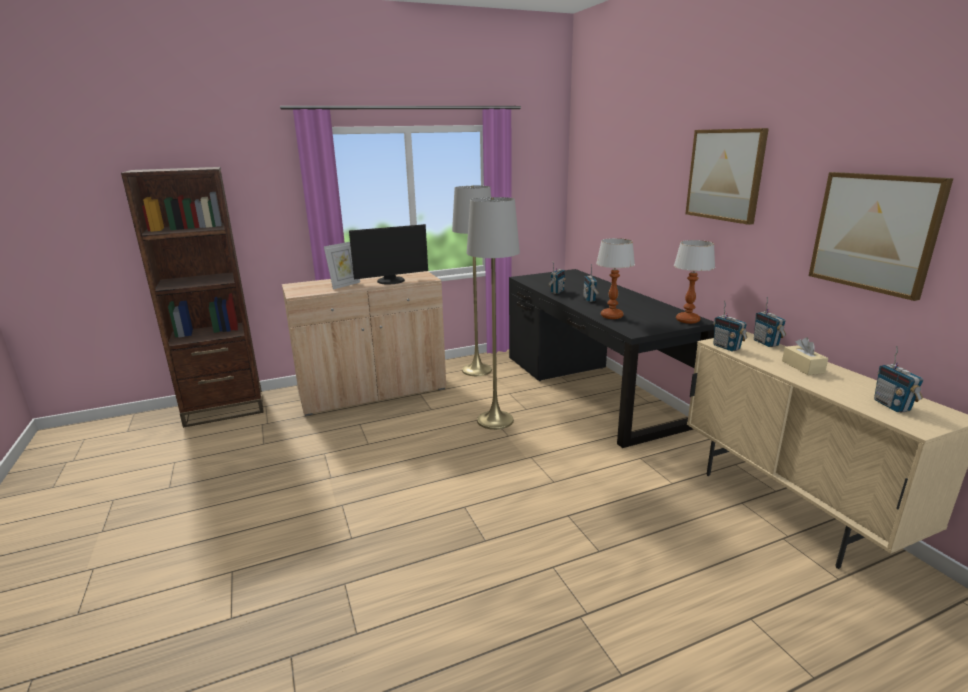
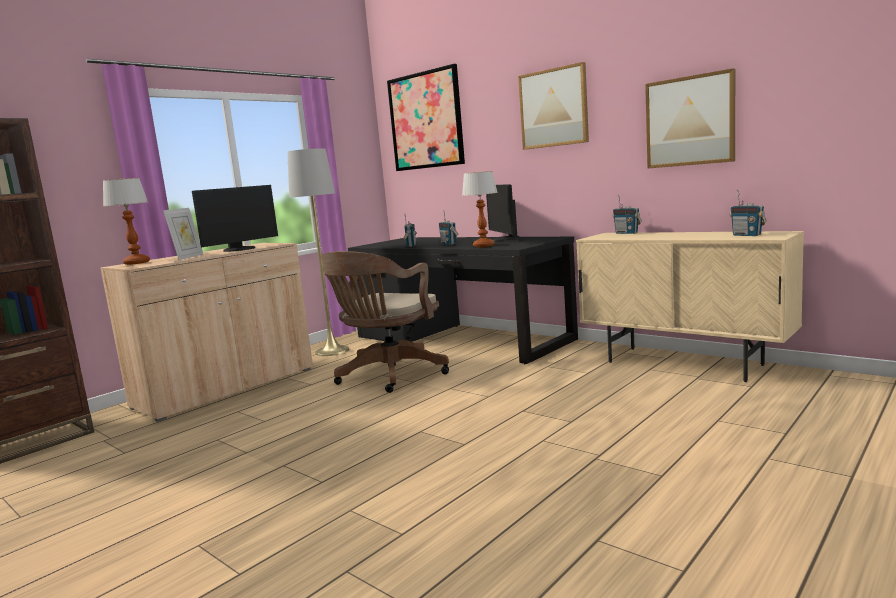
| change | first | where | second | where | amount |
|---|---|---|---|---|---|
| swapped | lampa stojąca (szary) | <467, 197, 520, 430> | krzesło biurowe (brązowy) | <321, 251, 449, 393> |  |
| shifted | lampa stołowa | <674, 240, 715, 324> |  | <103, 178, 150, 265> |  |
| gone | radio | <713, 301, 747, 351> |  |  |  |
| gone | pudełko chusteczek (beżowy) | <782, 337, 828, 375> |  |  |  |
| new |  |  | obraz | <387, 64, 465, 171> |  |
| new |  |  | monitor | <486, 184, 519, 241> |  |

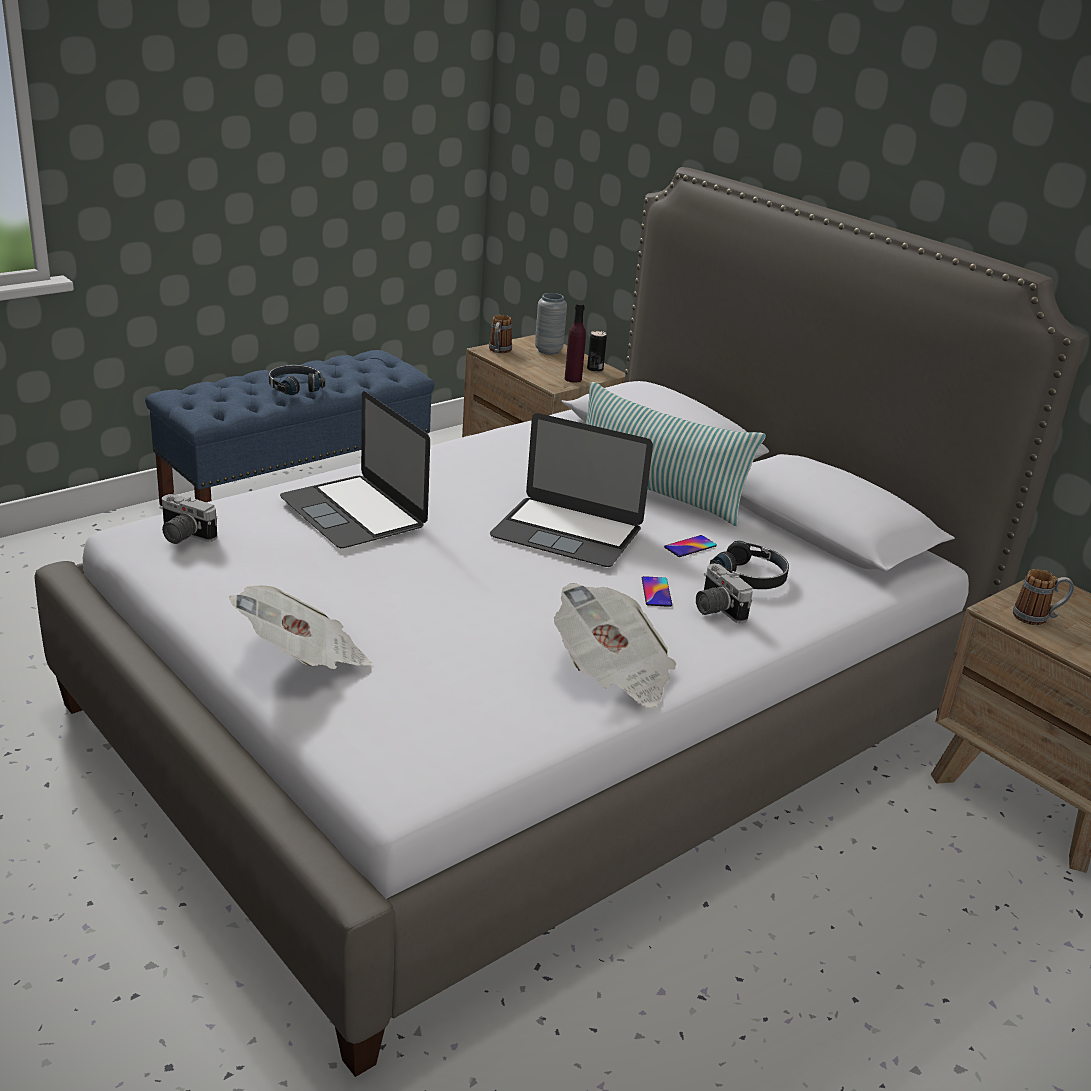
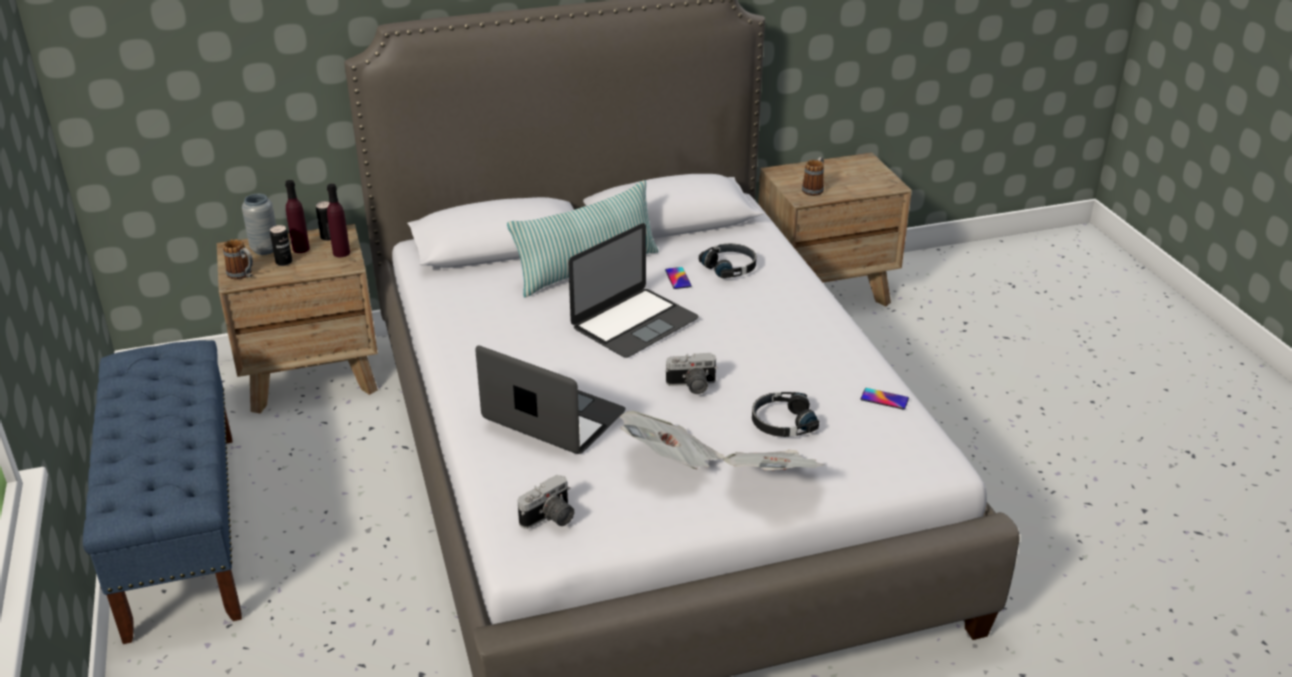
| change | first | where | second | where | amount |
|---|---|---|---|---|---|
| shifted | słuchawki (czarny) | <269, 365, 325, 395> |  | <752, 392, 819, 437> |  |
| rotated | laptop | <280, 391, 430, 548> |  | <475, 346, 626, 454> | 135 degrees counterclockwise |
| shifted | gazeta | <554, 583, 676, 708> |  | <620, 411, 724, 469> |  |
| shifted | telefon | <642, 576, 672, 607> |  | <861, 388, 909, 410> |  |
| shifted | aparat fotograficzny | <696, 564, 753, 623> |  | <665, 353, 718, 394> |  |
| new |  |  | puszka | <270, 225, 292, 266> |  |
| new |  |  | butelka (fioletowy) | <285, 180, 310, 253> |  |

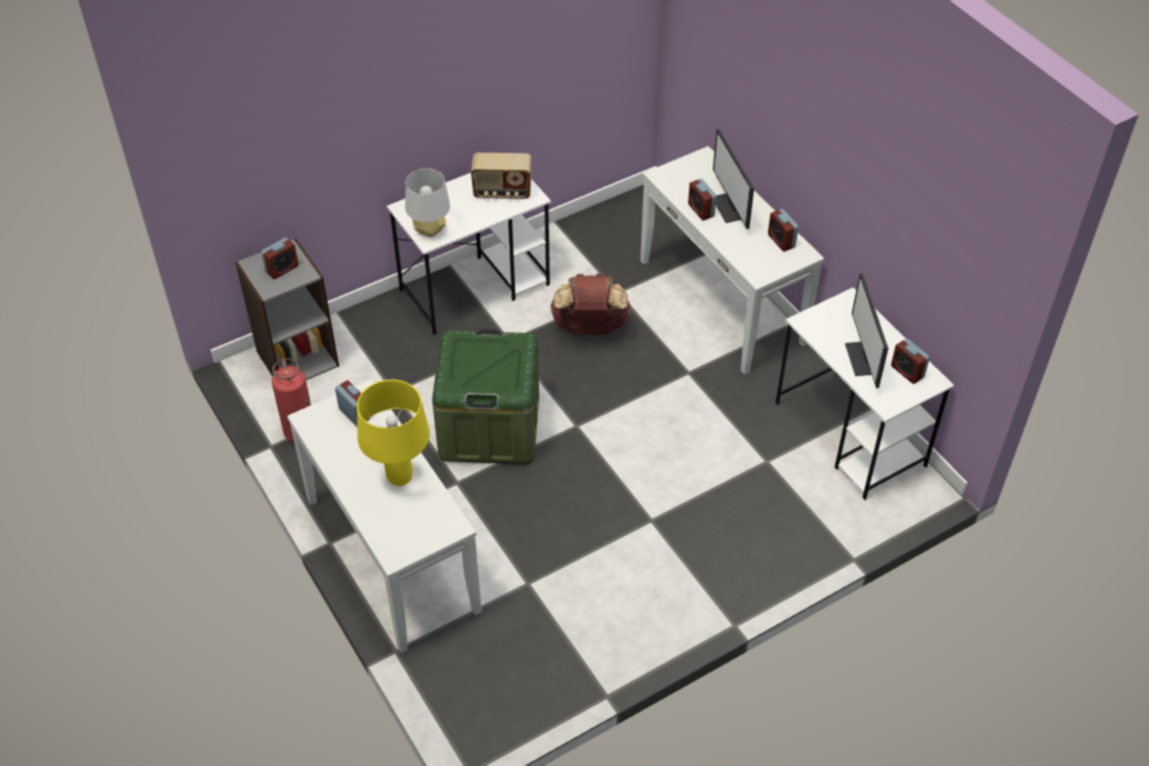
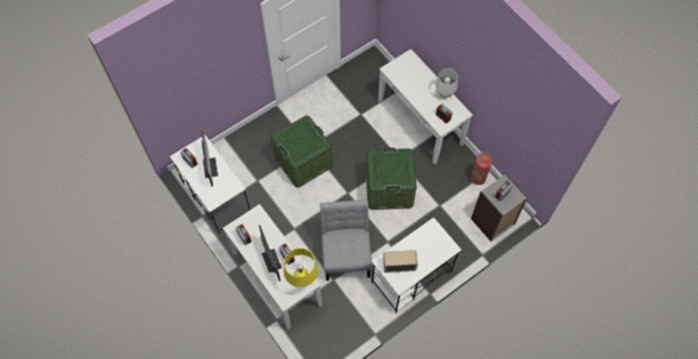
| change | first | where | second | where | amount |
|---|---|---|---|---|---|
| shifted | lampa stołowa (żółty) | <357, 380, 430, 486> |  | <284, 248, 318, 287> |  |
| shifted | lampa stołowa (szary) | <405, 168, 450, 238> |  | <435, 68, 458, 98> |  |
| swapped | plecak (brązowy) | <551, 273, 631, 335> | krzesło (szary) | <320, 200, 372, 281> |  |
| new |  |  | pojemnik do przechowywania (zielony) | <271, 115, 333, 188> |  |

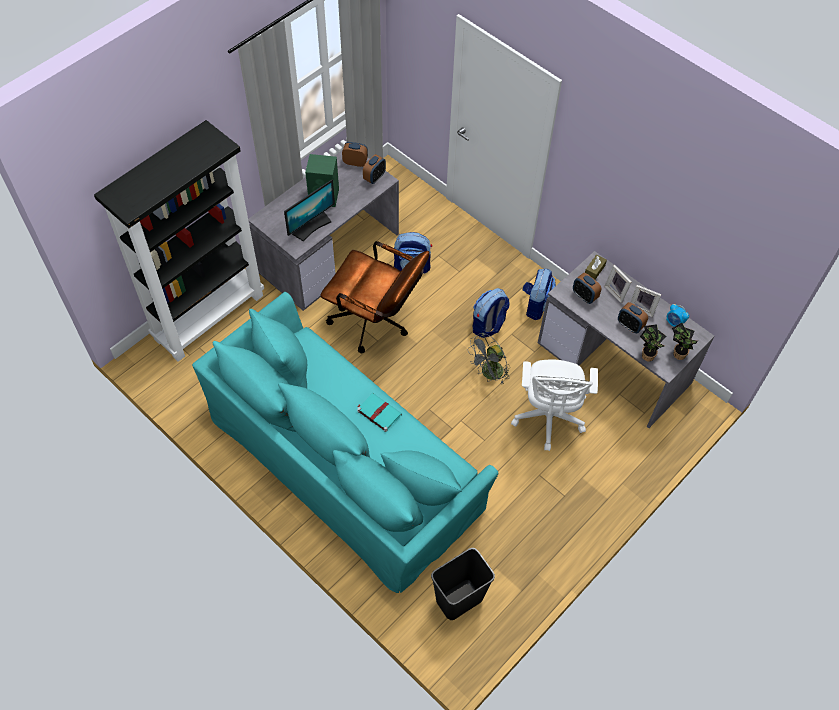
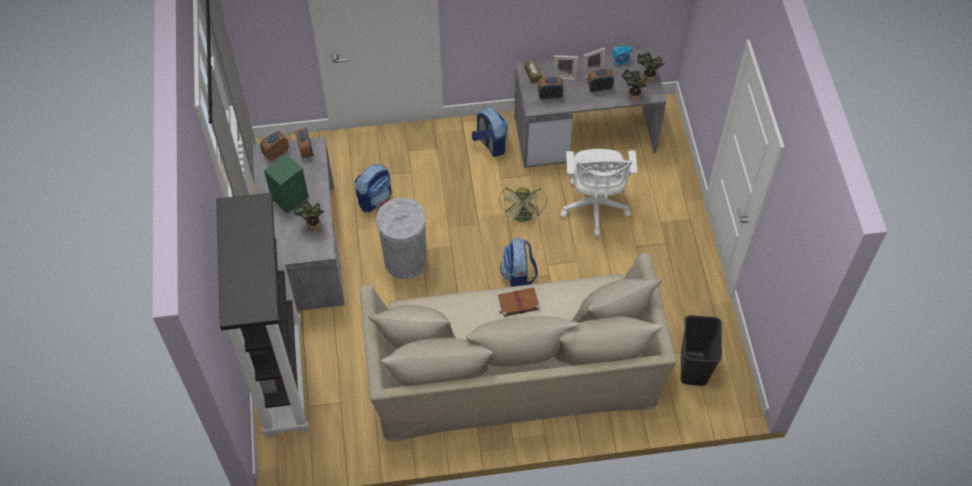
| change | first | where | second | where | amount |
|---|---|---|---|---|---|
| repainted | kanapa (turkusowy) | <192, 292, 499, 593> | kanapa (beżowy) | <360, 253, 677, 441> |  |
| swapped | monitor | <284, 179, 335, 242> | roślina doniczkowa | <294, 200, 324, 231> |  |
| swapped | krzesło biurowe (brązowy) | <320, 241, 430, 353> | kosz na śmieci (szary) | <376, 198, 426, 279> |  |
| repainted | książka (turkusowy) | <357, 393, 402, 432> | książka (brązowy) | <498, 288, 540, 317> |  |
| repainted | wentylator (szary) | <467, 333, 510, 385> | wentylator (zielony) | <499, 183, 547, 223> |  |
| shifted | plecak | <473, 288, 510, 338> |  | <500, 238, 538, 287> |  |
| rotated | krzesło biurowe (biały) | <511, 360, 598, 451> |  | <560, 149, 637, 236> | 45 degrees clockwise |

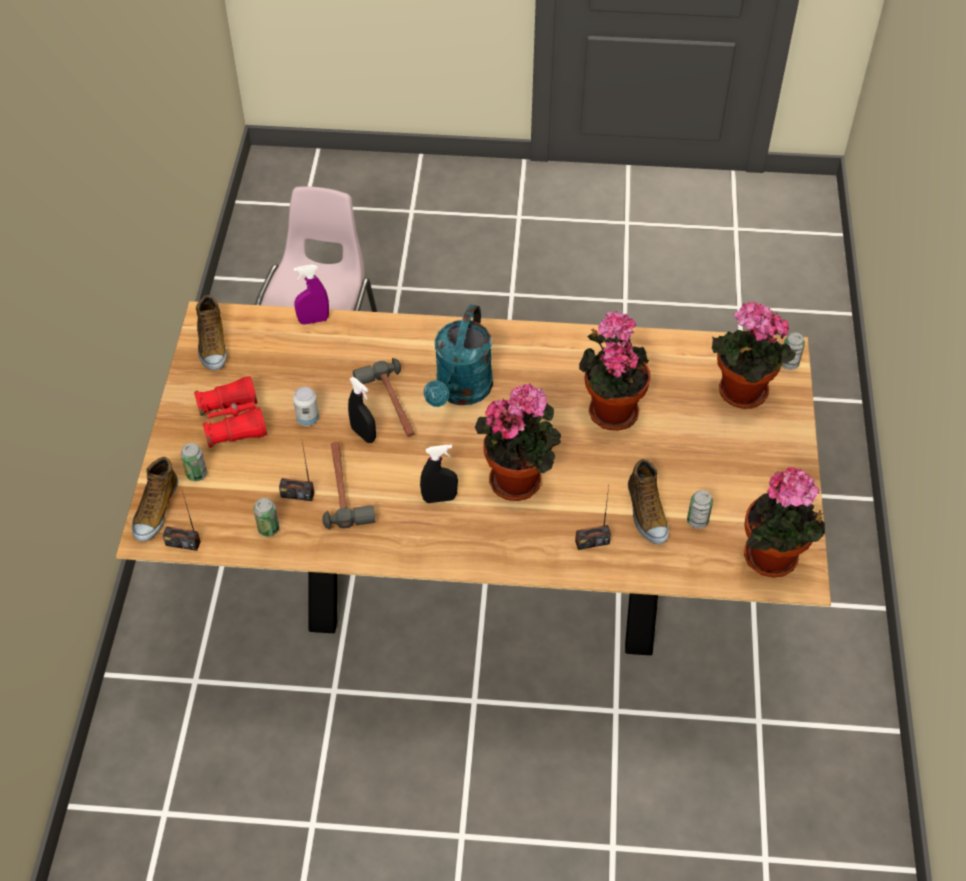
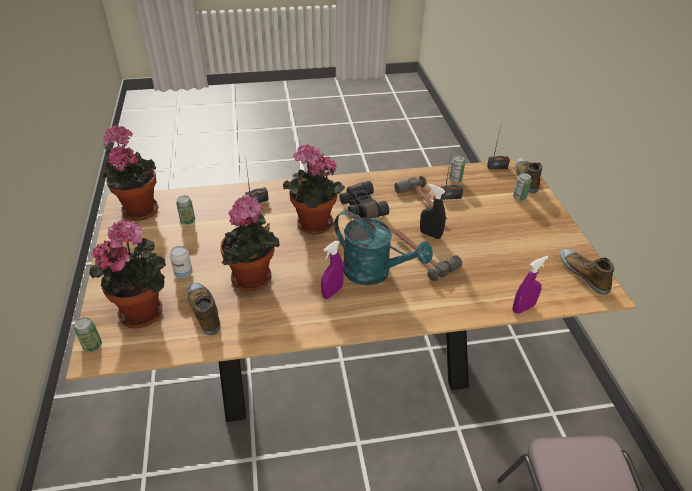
| change | first | where | second | where | amount |
|---|---|---|---|---|---|
| gone | lornetka (czerwony) | <194, 376, 267, 448> |  |  |  |
| shifted | puszka | <293, 387, 319, 426> |  | <170, 246, 193, 278> |  |
| swapped | spryskiwacz (czarny) | <420, 445, 458, 503> | lornetka (czarny) | <340, 181, 389, 218> |  |
| rotated | konewka (turkusowy) | <424, 304, 493, 407> |  | <334, 211, 433, 285> | 120 degrees clockwise |
| shifted | but | <628, 459, 669, 545> |  | <187, 283, 221, 335> |  |
| new |  |  | spryskiwacz (fioletowy) | <321, 241, 344, 299> |  |

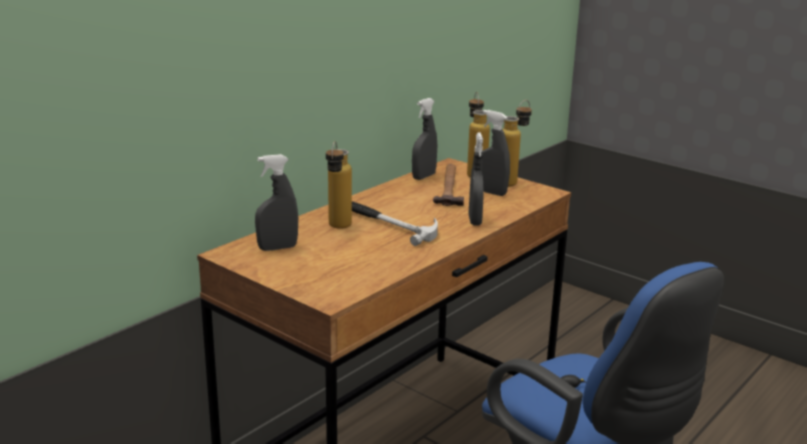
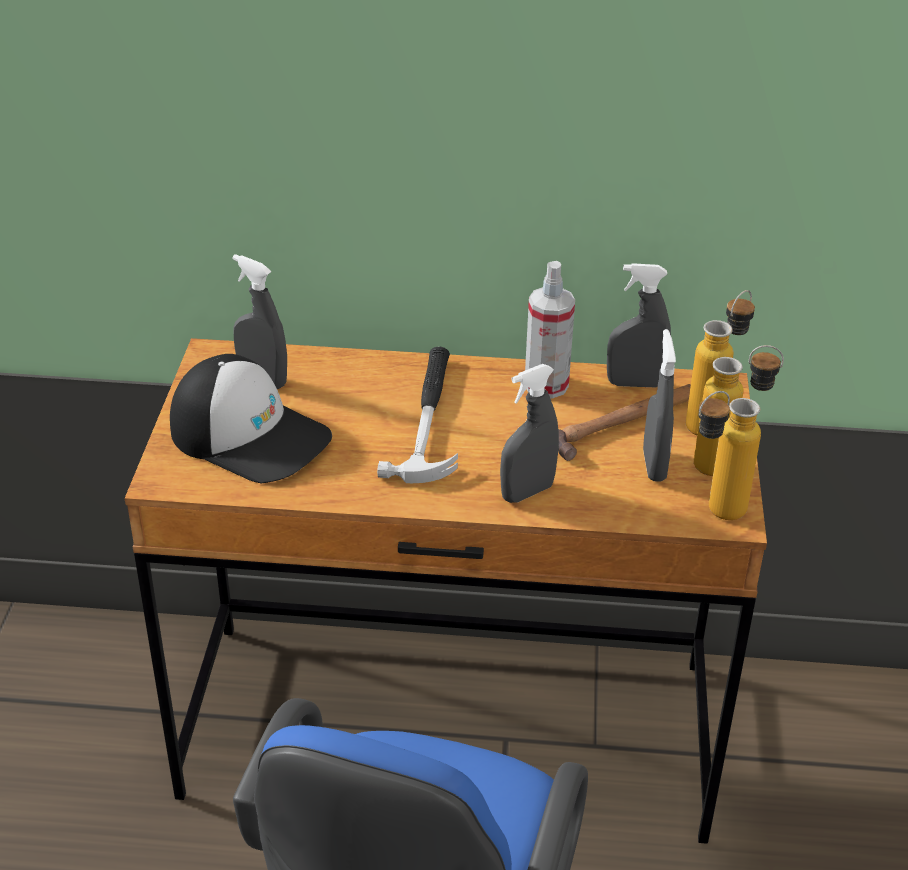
| change | first | where | second | where | amount |
|---|---|---|---|---|---|
| shifted | butelka | <326, 141, 352, 229> |  | <698, 391, 761, 520> |  |
| new |  |  | czapka z daszkiem | <170, 354, 332, 483> |  |
| new |  |  | spryskiwacz | <525, 261, 575, 399> |  |

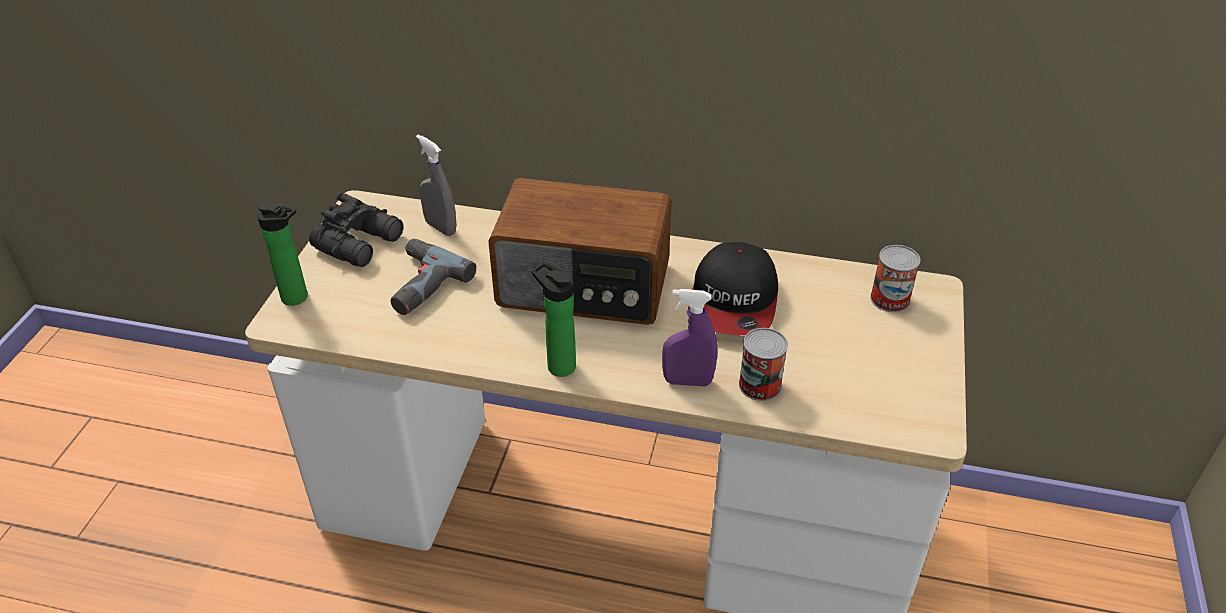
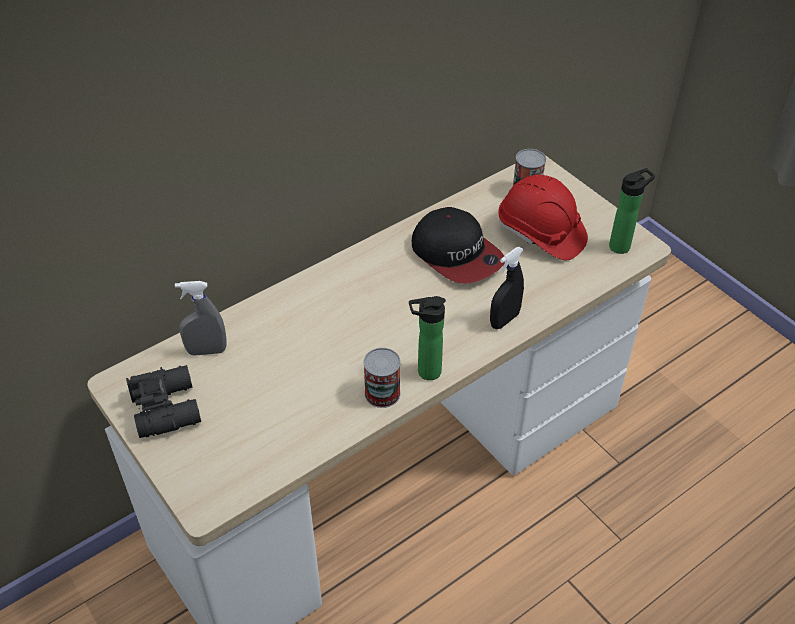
| change | first | where | second | where | amount |
|---|---|---|---|---|---|
| shifted | butelka | <257, 201, 308, 306> |  | <609, 168, 655, 254> |  |
| gone | wiertarka | <391, 239, 476, 315> |  |  |  |
| gone | radio | <488, 178, 672, 325> |  |  |  |
| repainted | spryskiwacz (fioletowy) | <662, 289, 718, 387> | spryskiwacz (czarny) | <490, 247, 524, 329> |  |
| shifted | puszka | <739, 328, 788, 401> |  | <363, 348, 401, 408> |  |
| new |  |  | kask (czerwony) | <498, 175, 588, 260> |  |

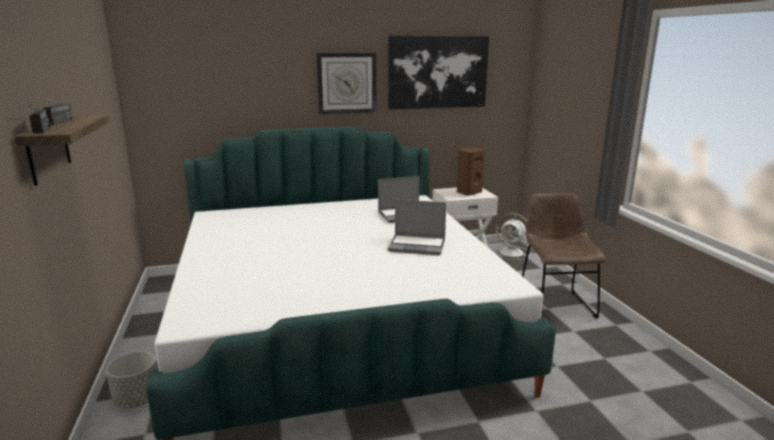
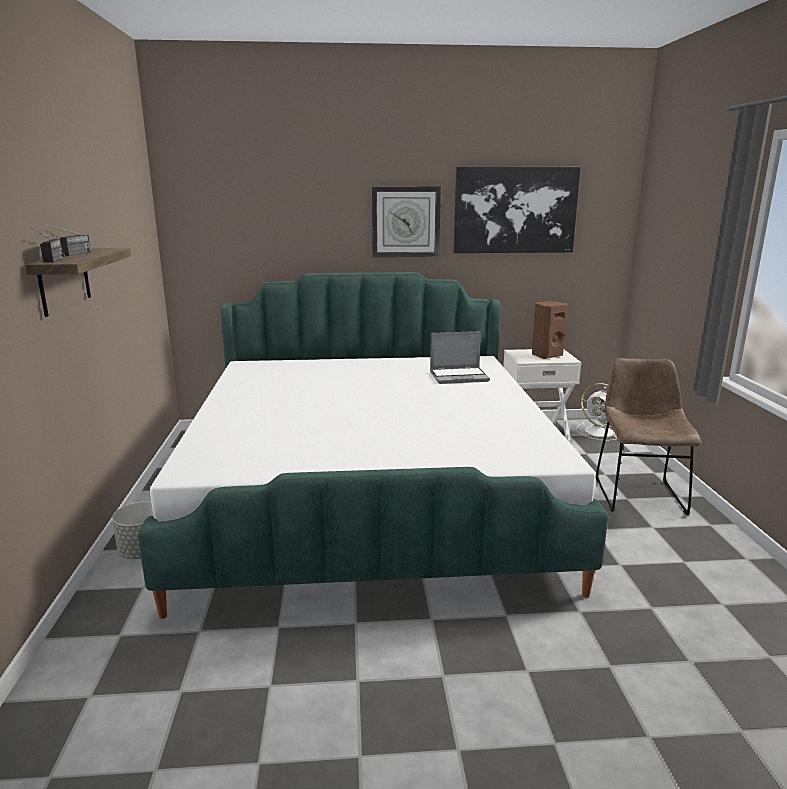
| change | first | where | second | where | amount |
|---|---|---|---|---|---|
| gone | laptop | <388, 199, 446, 255> |  |  |  |

